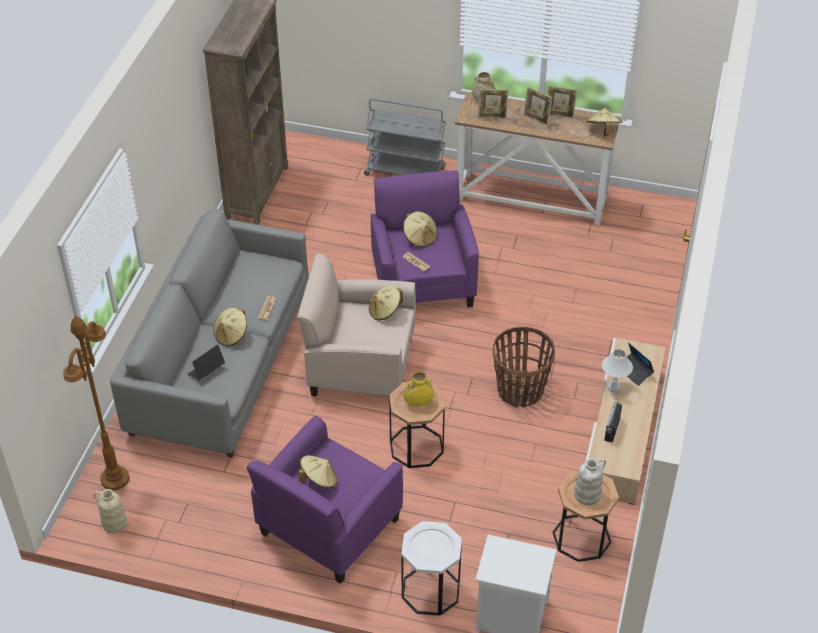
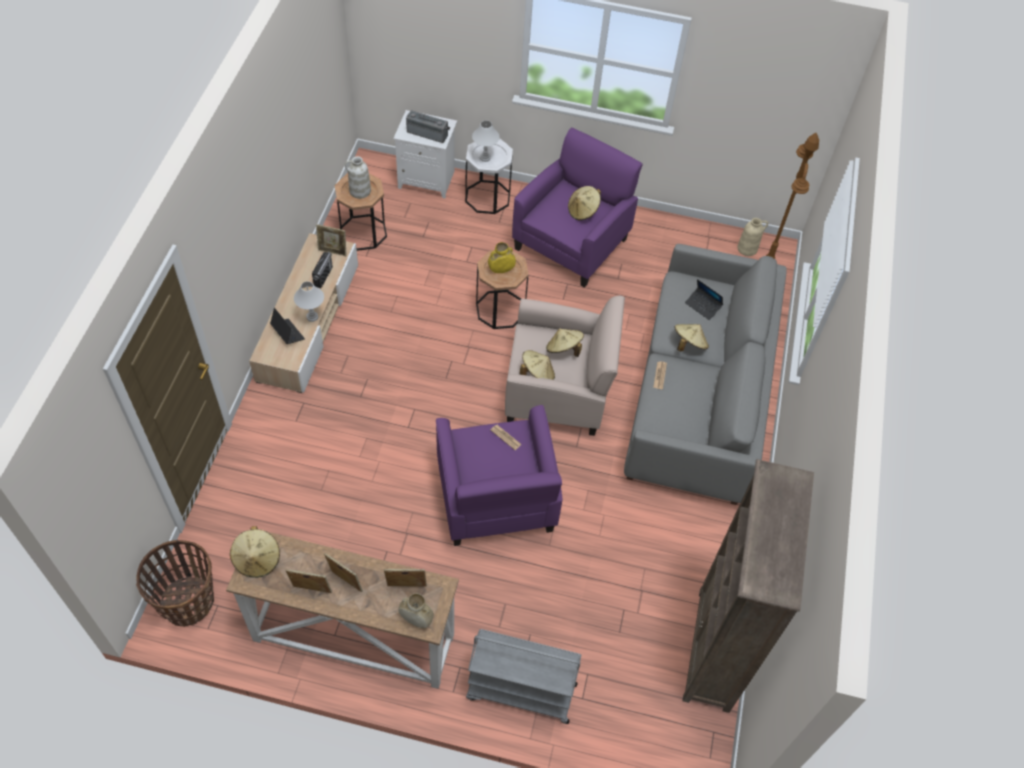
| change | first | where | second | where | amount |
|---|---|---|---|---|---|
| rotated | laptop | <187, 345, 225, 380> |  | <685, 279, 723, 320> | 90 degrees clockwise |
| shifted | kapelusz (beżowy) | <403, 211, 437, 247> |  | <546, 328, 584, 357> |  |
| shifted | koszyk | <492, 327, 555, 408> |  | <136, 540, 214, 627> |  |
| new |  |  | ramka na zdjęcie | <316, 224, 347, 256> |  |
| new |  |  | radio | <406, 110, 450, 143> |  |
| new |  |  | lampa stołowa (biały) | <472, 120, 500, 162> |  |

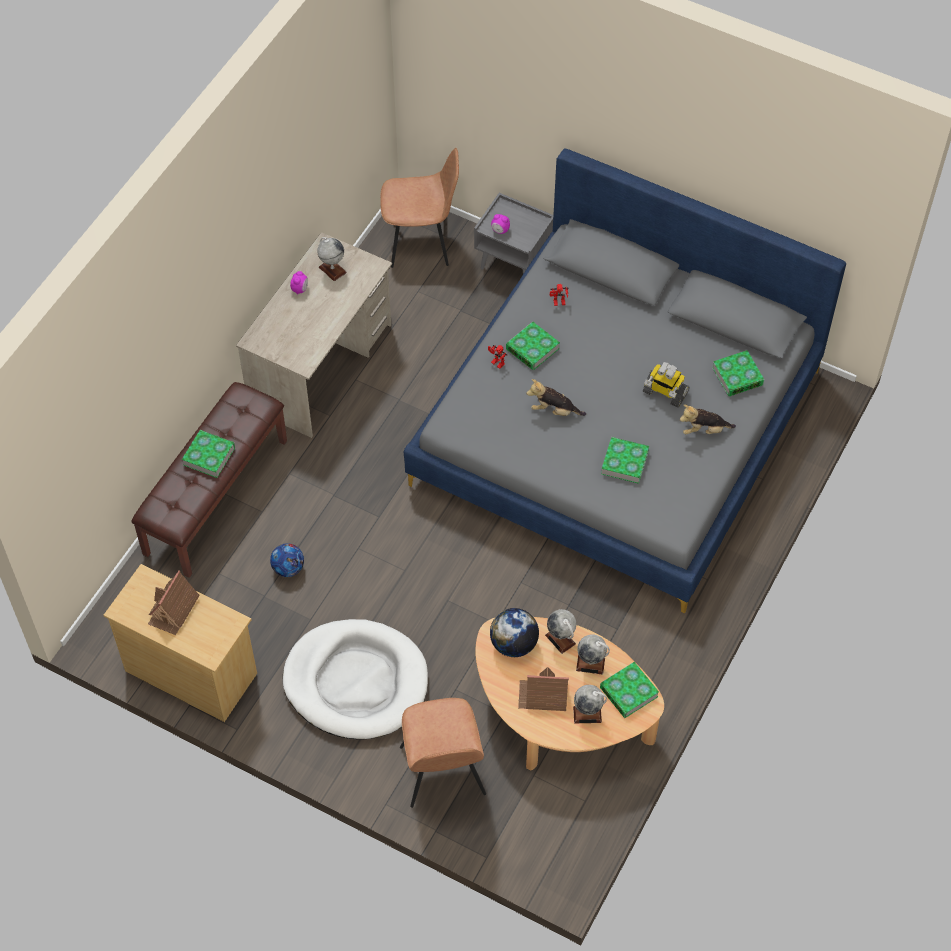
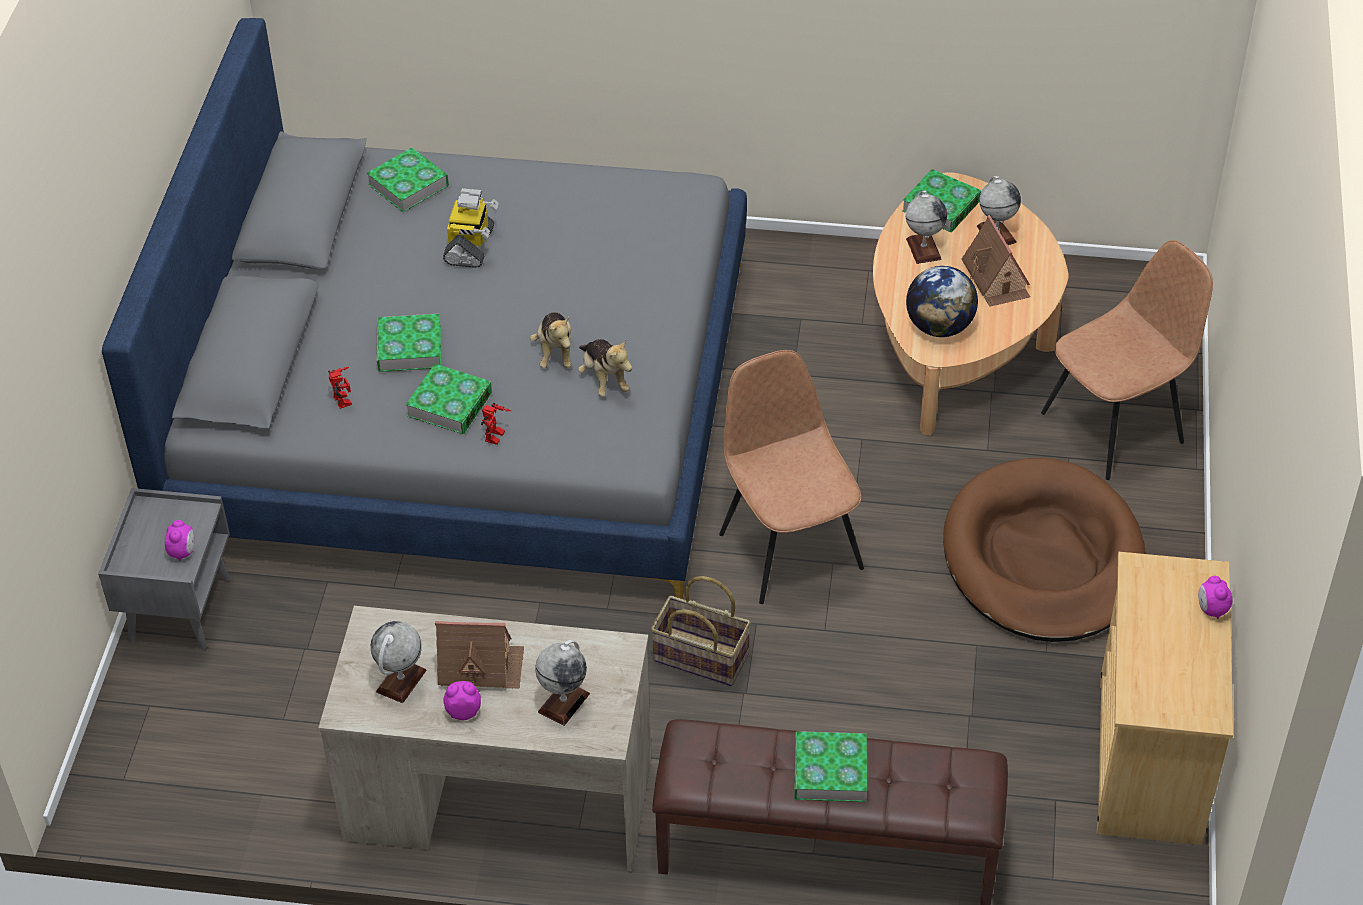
| change | first | where | second | where | amount |
|---|---|---|---|---|---|
| shifted | domek | <148, 570, 200, 635> |  | <435, 621, 524, 688> |  |
| gone | piłka futbolowa | <270, 543, 304, 577> |  |  |  |
| repainted | legowisko (biały) | <282, 619, 428, 740> | legowisko (brązowy) | <943, 458, 1146, 642> |  |
| shifted | krzesło (brązowy) | <380, 148, 459, 268> |  | <719, 350, 864, 604> |  |
| shifted | globus | <545, 609, 576, 654> |  | <535, 640, 590, 726> |  |
| shifted | książka | <601, 437, 649, 484> |  | <377, 314, 441, 372> |  |
| shifted | pluszak | <680, 404, 736, 435> |  | <578, 339, 632, 397> |  |
| new |  |  | koszyk | <651, 576, 751, 686> |  |
| new |  |  | budzik | <1198, 576, 1233, 619> |  |

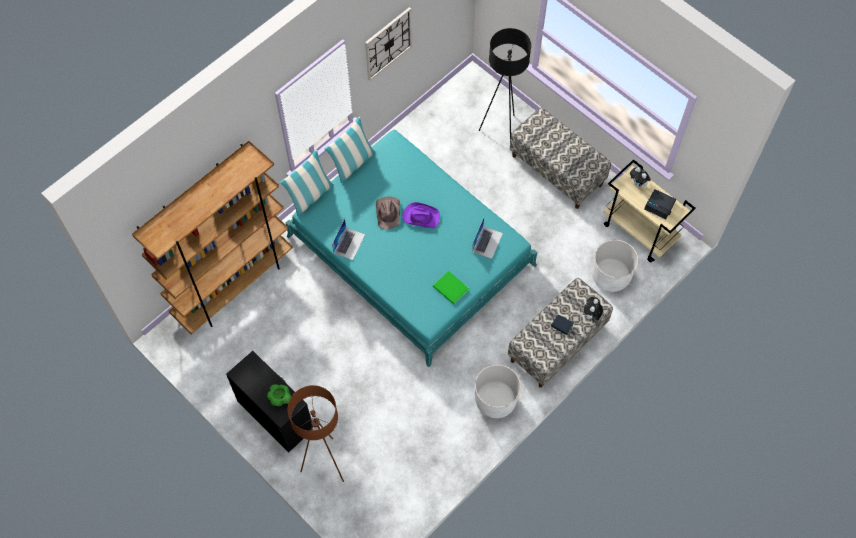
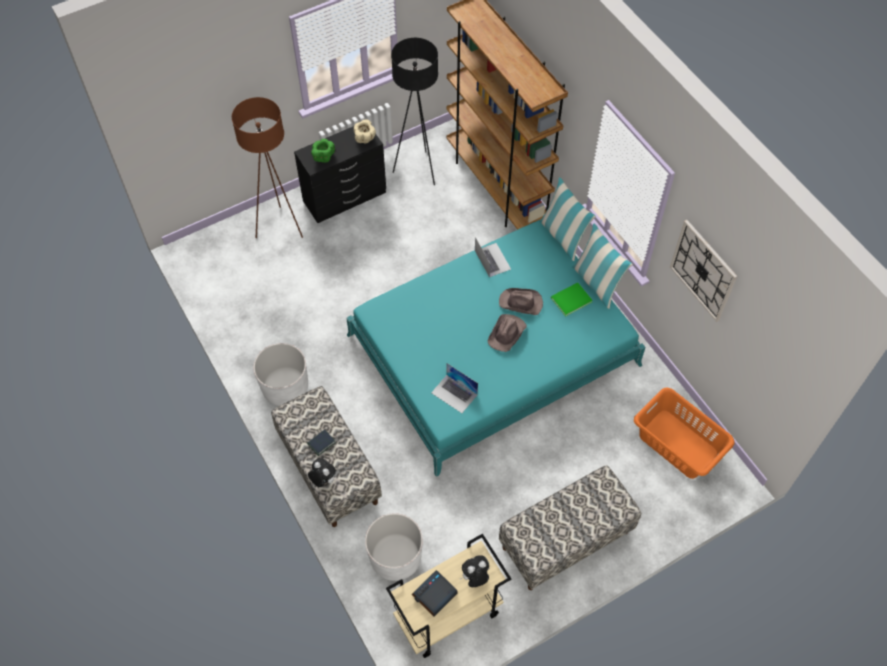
| change | first | where | second | where | amount |
|---|---|---|---|---|---|
| rotated | laptop | <332, 218, 365, 260> |  | <475, 237, 511, 277> | 150 degrees counterclockwise |
| repainted | kapelusz (fioletowy) | <403, 202, 440, 229> | kapelusz (brązowy) | <488, 314, 527, 352> |  |
| shifted | książka (zielony) | <433, 271, 469, 304> |  | <551, 282, 593, 317> |  |
| shifted | lampa stojąca (czarny) | <479, 28, 531, 141> |  | <391, 38, 438, 185> |  |
| new |  |  | miska (beżowy) | <354, 119, 376, 143> |  |
| new |  |  | kosz na pranie (pomarańczowy) | <634, 388, 734, 479> |  |

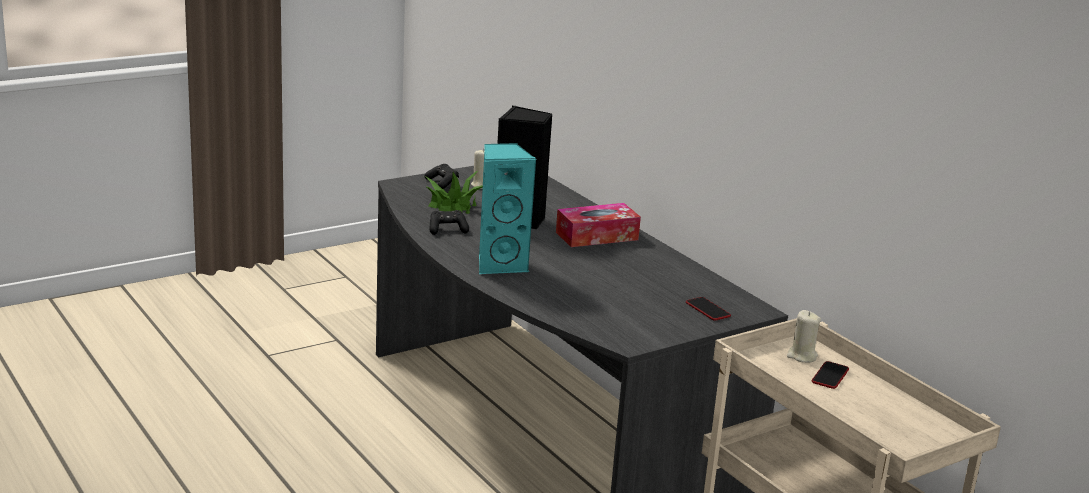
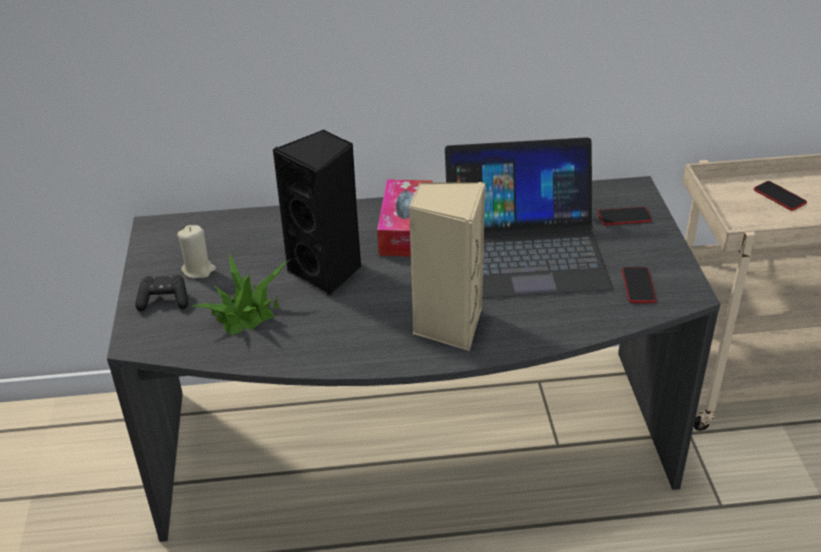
| change | first | where | second | where | amount |
|---|---|---|---|---|---|
| gone | pad do gier (czarny) | <430, 210, 469, 235> |  |  |  |
| repainted | głośnik (turkusowy) | <479, 143, 537, 274> | głośnik (beżowy) | <409, 182, 485, 351> |  |
| gone | świeca (beżowy) | <787, 310, 821, 363> |  |  |  |
| new |  |  | laptop | <445, 137, 613, 298> |  |
| new |  |  | telefon | <622, 267, 656, 303> |  |

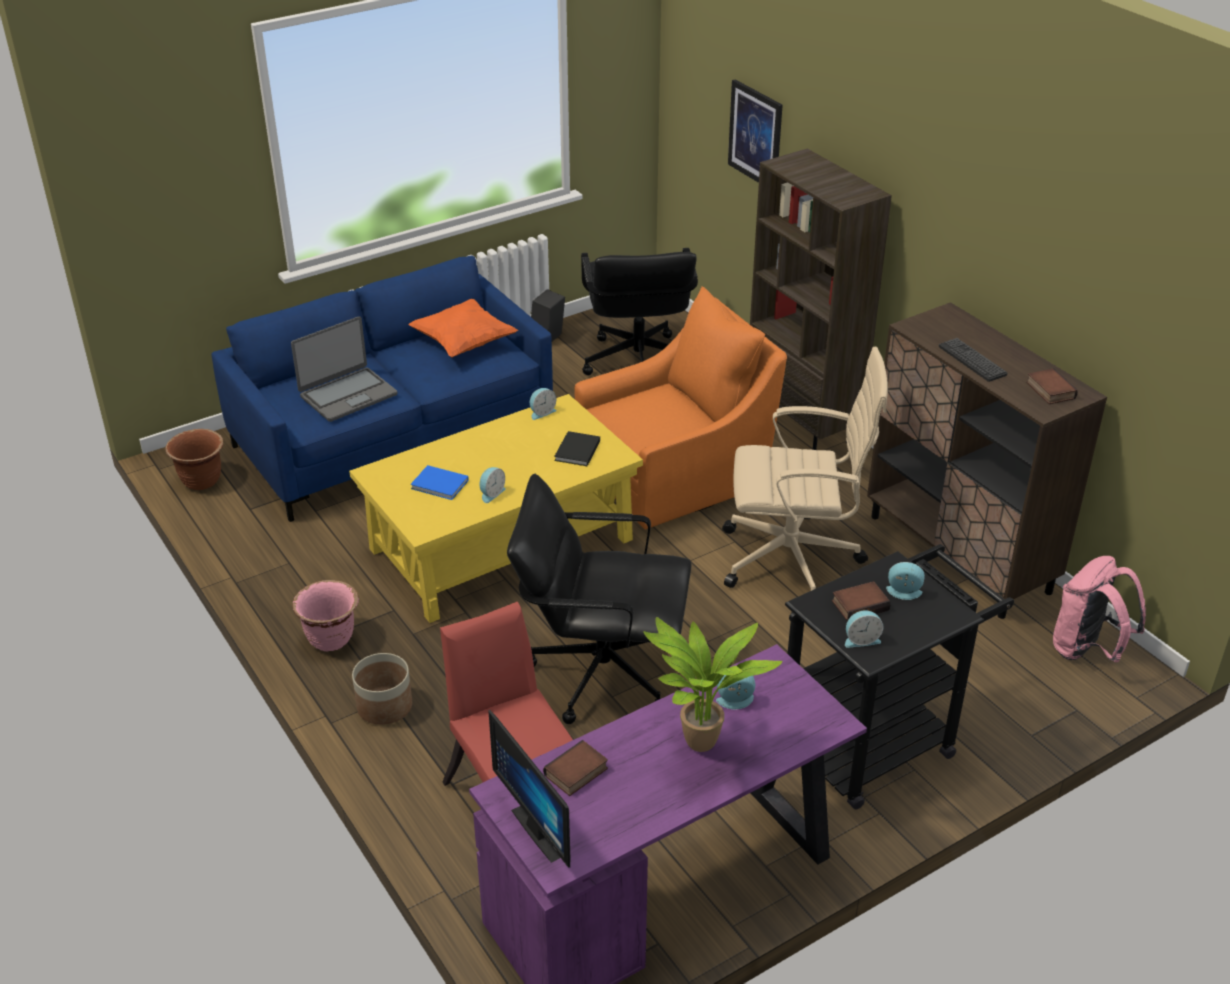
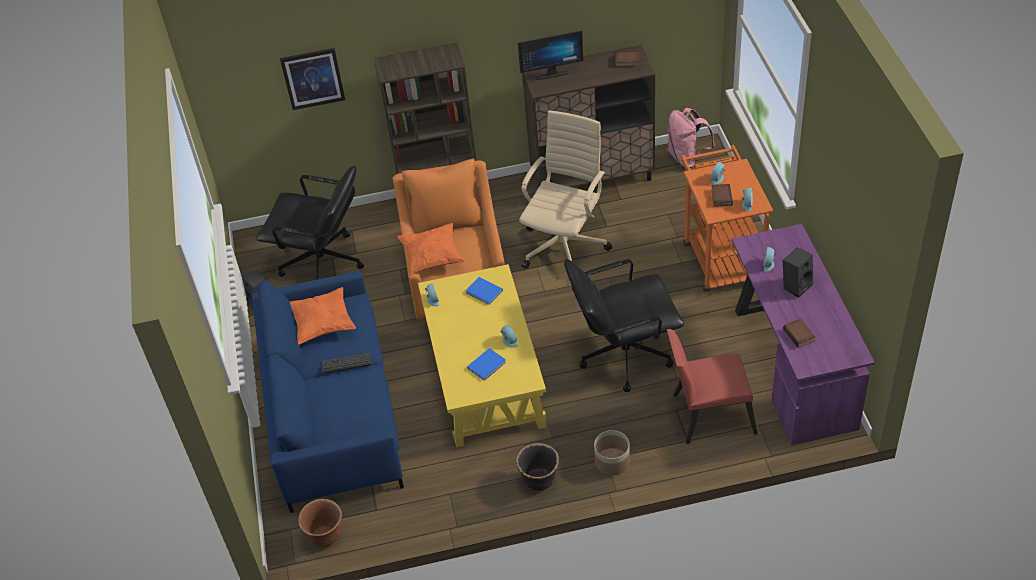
| change | first | where | second | where | amount |
|---|---|---|---|---|---|
| gone | laptop | <291, 316, 397, 422> |  |  |  |
| repainted | donica (różowy) | <293, 580, 359, 652> | donica (czarny) | <516, 443, 559, 491> |  |
| shifted | monitor | <488, 709, 570, 868> |  | <518, 30, 584, 80> |  |
| rotated | krzesło biurowe (czarny) | <507, 474, 691, 724> |  | <564, 259, 684, 392> | 45 degrees clockwise |
| repainted | książka (czarny) | <554, 431, 600, 466> | książka (niebieski) | <465, 277, 503, 305> |  |
| swapped | roślina doniczkowa | <643, 617, 782, 752> | głośnik (czarny) | <783, 247, 813, 298> |  |
| repainted | wózek (czarny) | <785, 544, 1014, 809> | wózek (pomarańczowy) | <681, 145, 773, 292> |  |
| shifted | klawiatura | <939, 338, 1007, 382> |  | <322, 353, 371, 373> |  |
| new |  |  | poduszka (pomarańczowy) | <398, 223, 465, 275> |  |

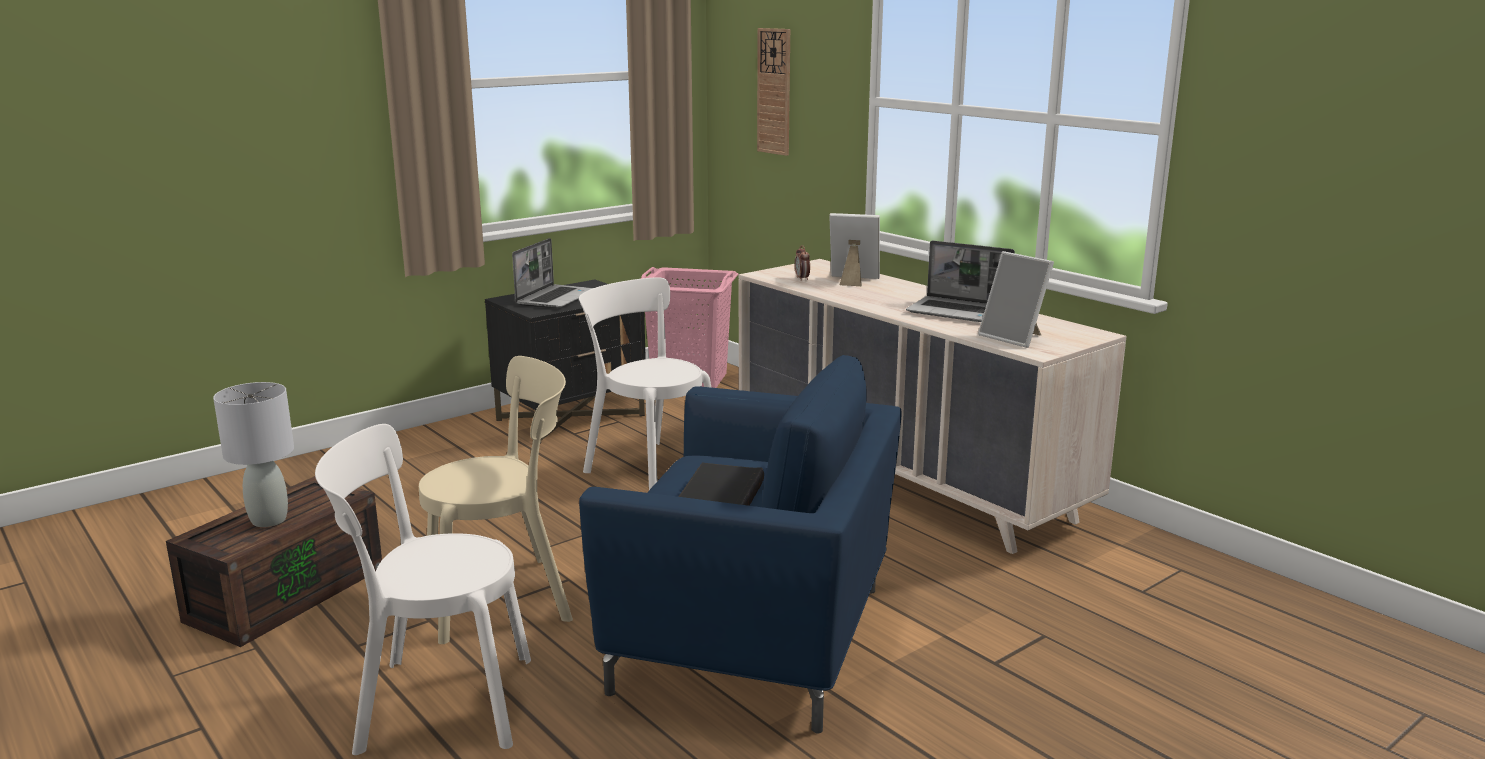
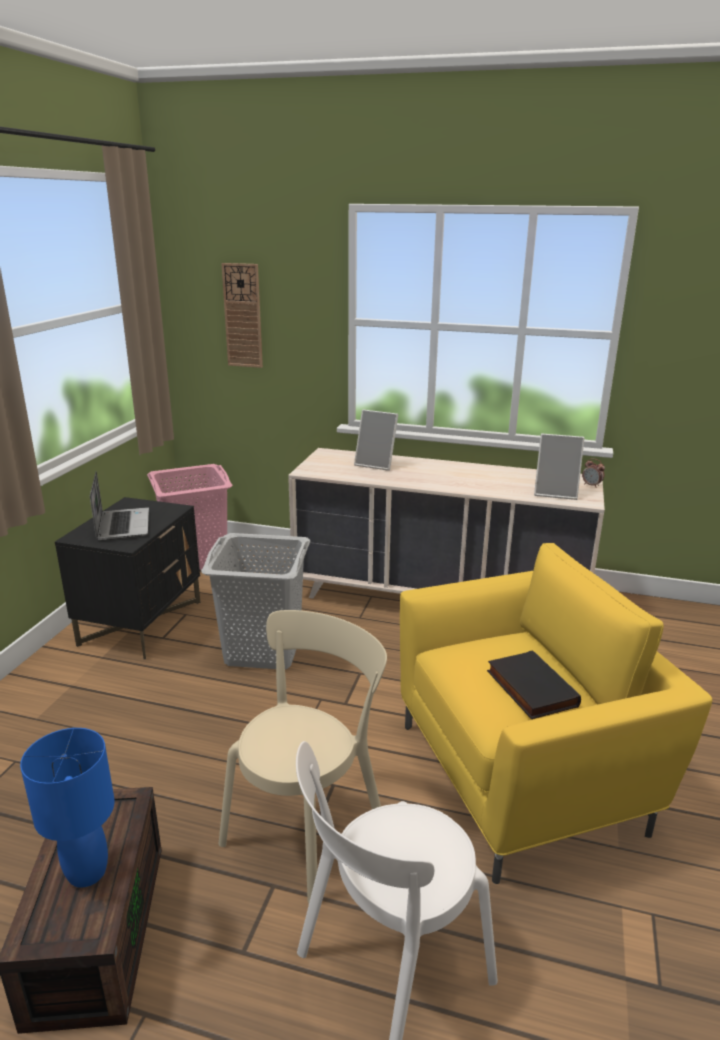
| change | first | where | second | where | amount |
|---|---|---|---|---|---|
| repainted | lampa stołowa (szary) | <213, 382, 294, 527> | lampa stołowa (niebieski) | <20, 728, 115, 888> |  |
| swapped | krzesło (biały) | <579, 277, 711, 490> | kosz na pranie (szary) | <201, 533, 311, 669> |  |
| repainted | fotel (niebieski) | <579, 355, 902, 733> | fotel (żółty) | <400, 543, 712, 884> |  |
| shifted | budzik | <795, 245, 810, 281> |  | <582, 458, 605, 488> |  |
| rotated | ramka na zdjęcie | <829, 213, 880, 286> |  | <354, 409, 398, 471> | 135 degrees counterclockwise |
| gone | laptop | <906, 241, 1015, 322> |  |  |  |

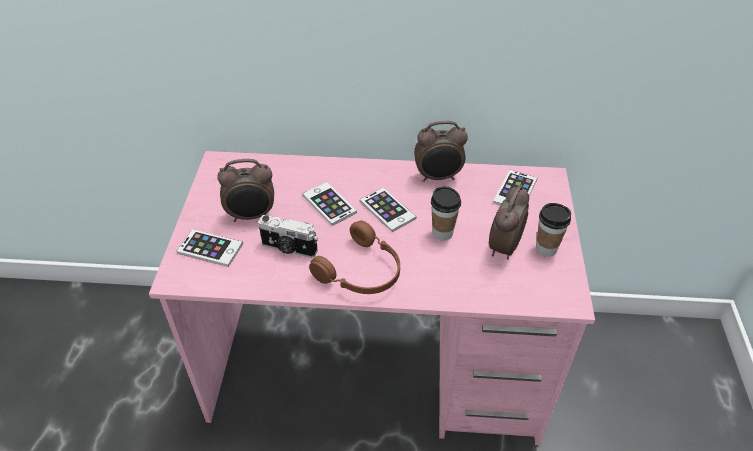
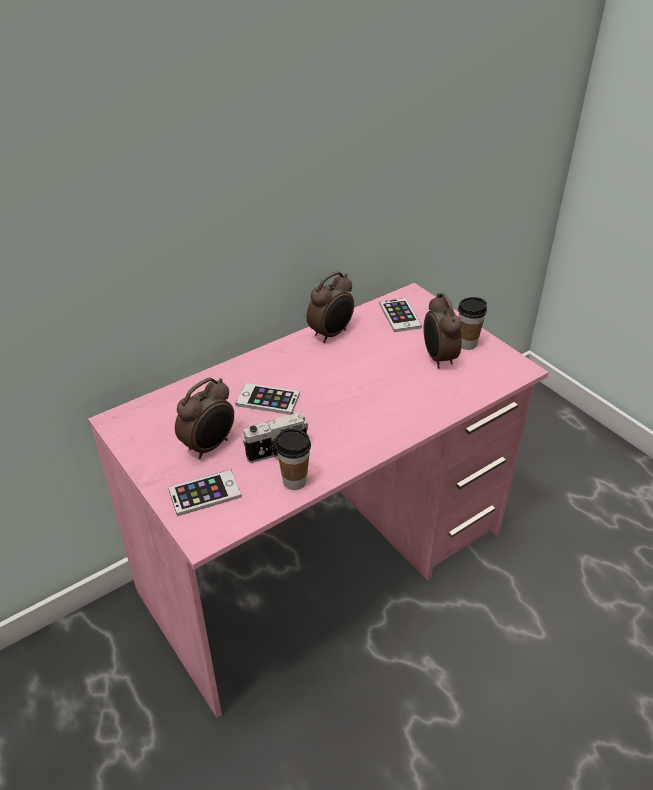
| change | first | where | second | where | amount |
|---|---|---|---|---|---|
| gone | słuchawki (brązowy) | <309, 221, 400, 294> |  |  |  |
| gone | telefon | <360, 187, 416, 232> |  |  |  |
| shifted | filiżanka | <431, 186, 461, 241> |  | <276, 429, 311, 490> |  |

